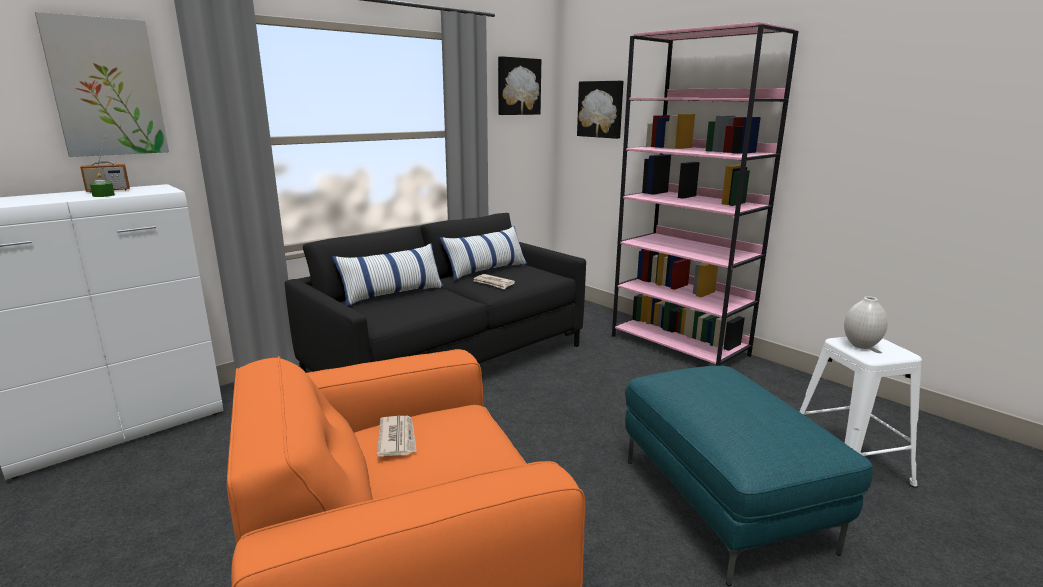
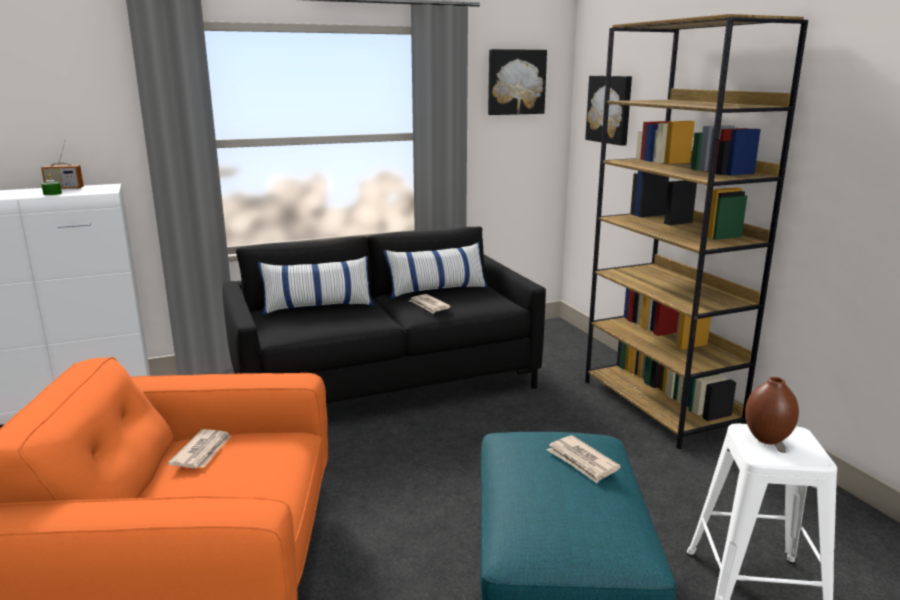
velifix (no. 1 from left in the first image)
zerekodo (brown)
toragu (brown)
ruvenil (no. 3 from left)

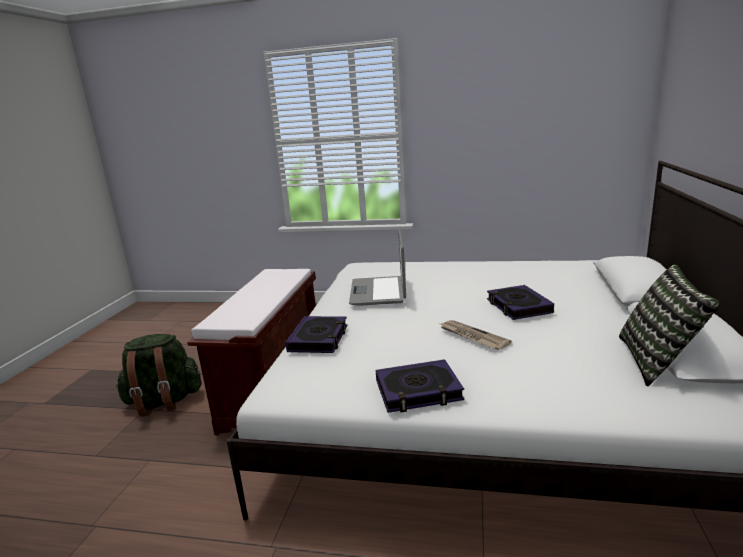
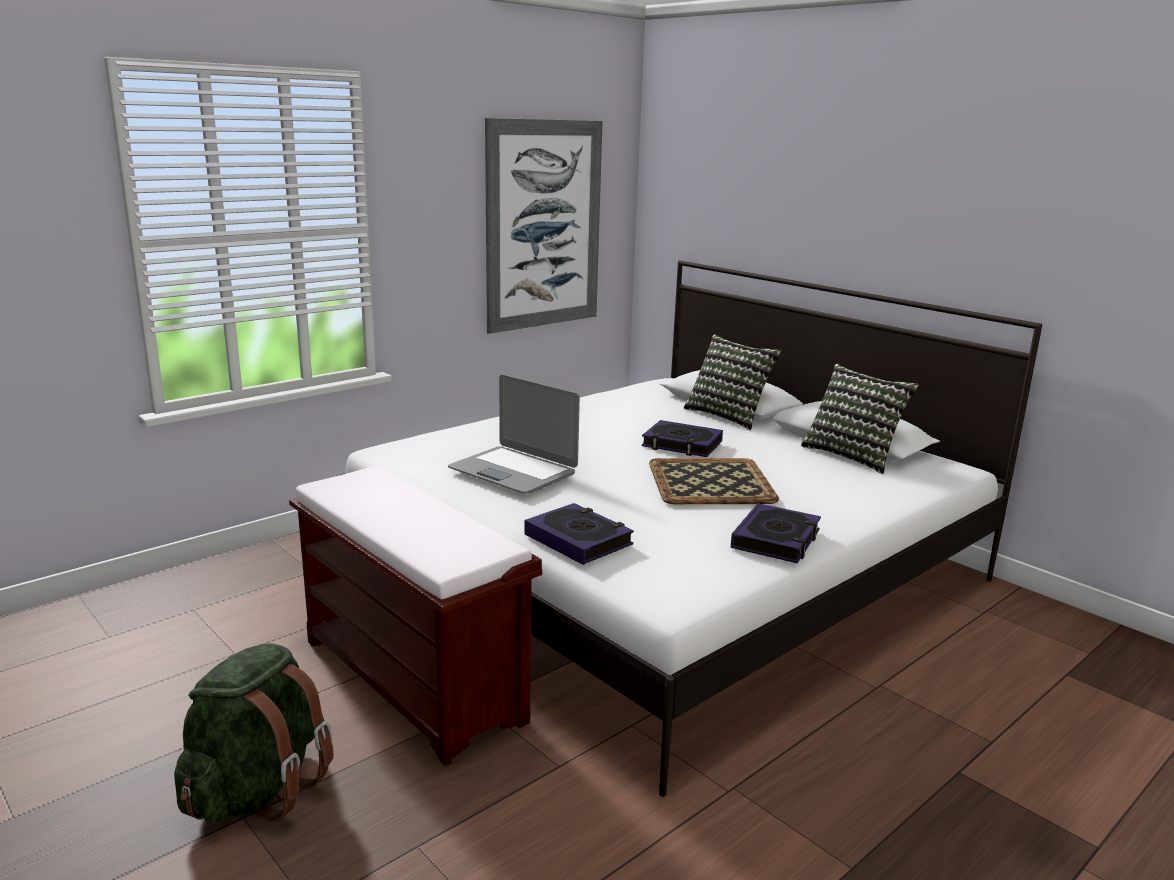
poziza
velifix
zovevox (no. 1 from left)

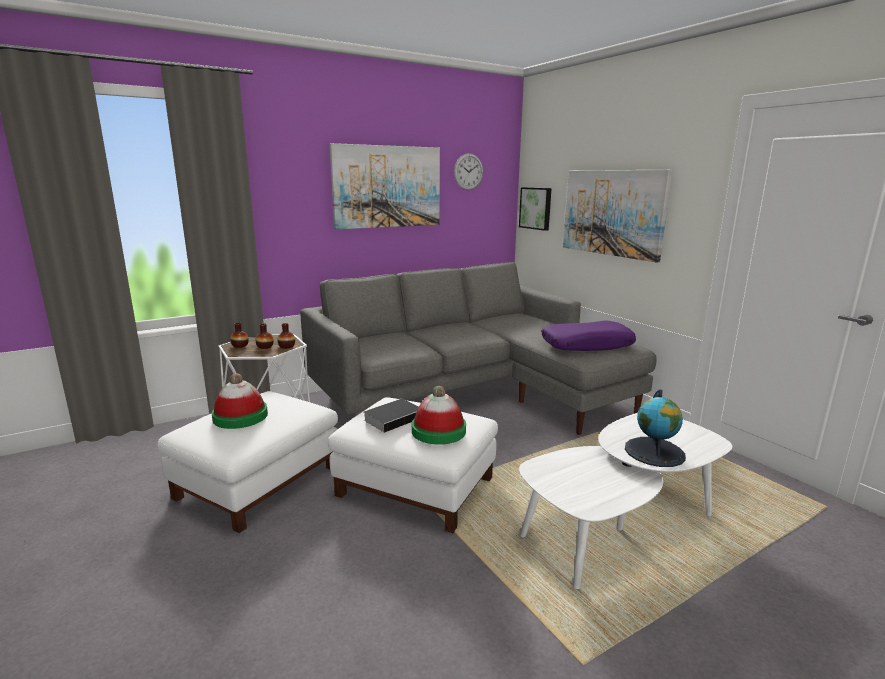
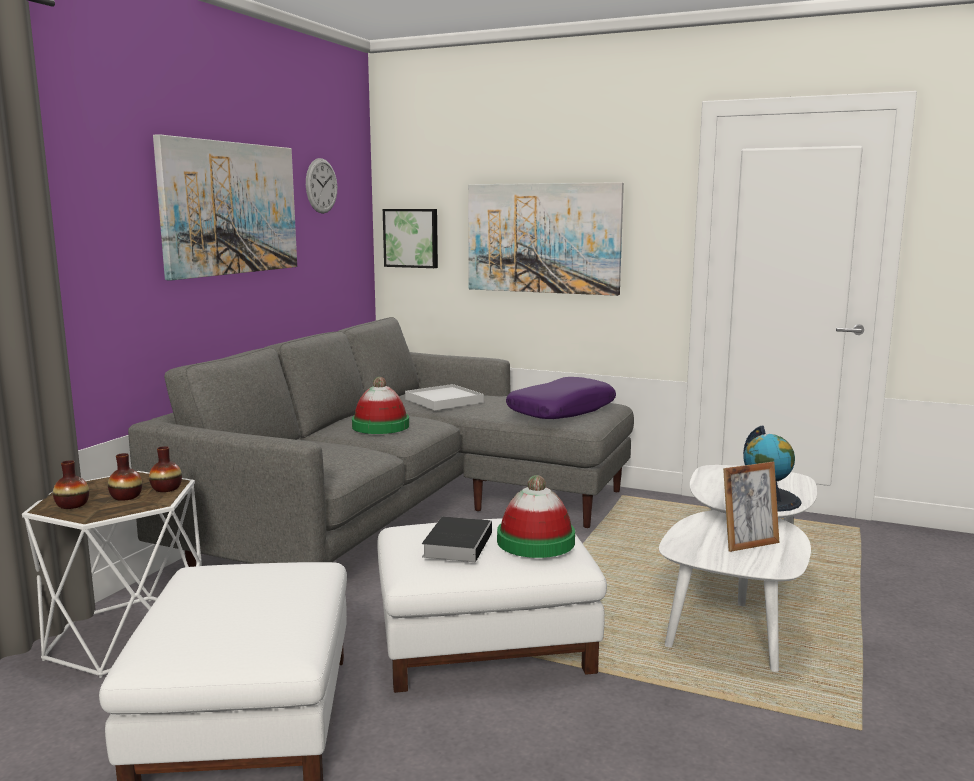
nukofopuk (no. 1 from left)
poziza (white)
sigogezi

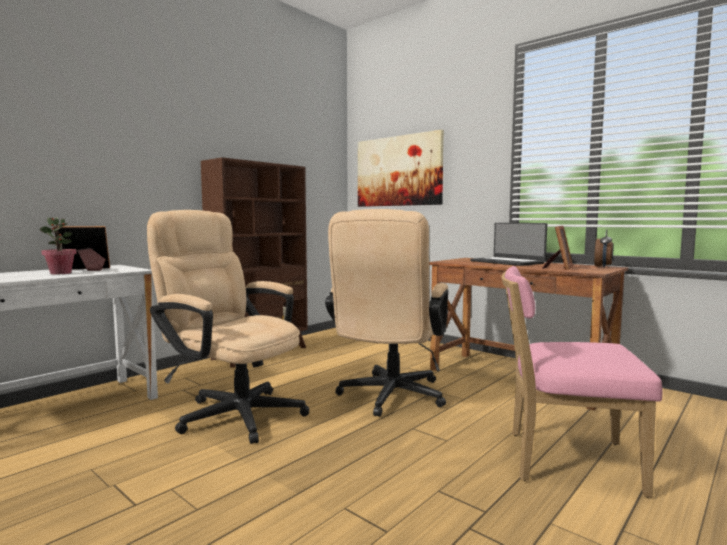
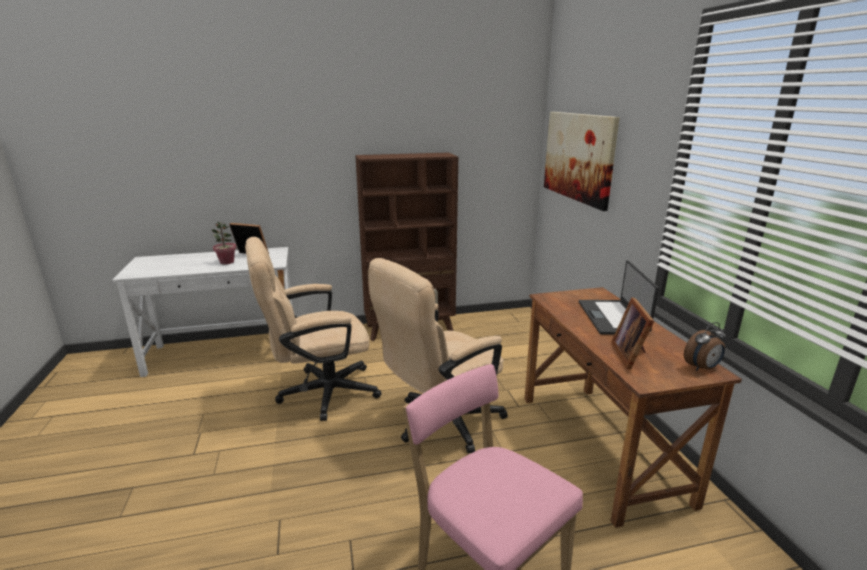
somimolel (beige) (no. 1 from left)
sigogezi (no. 2 from left)

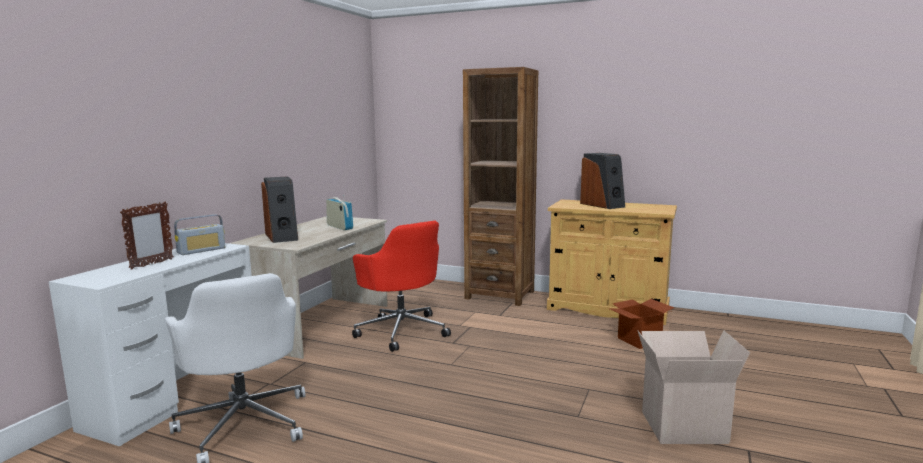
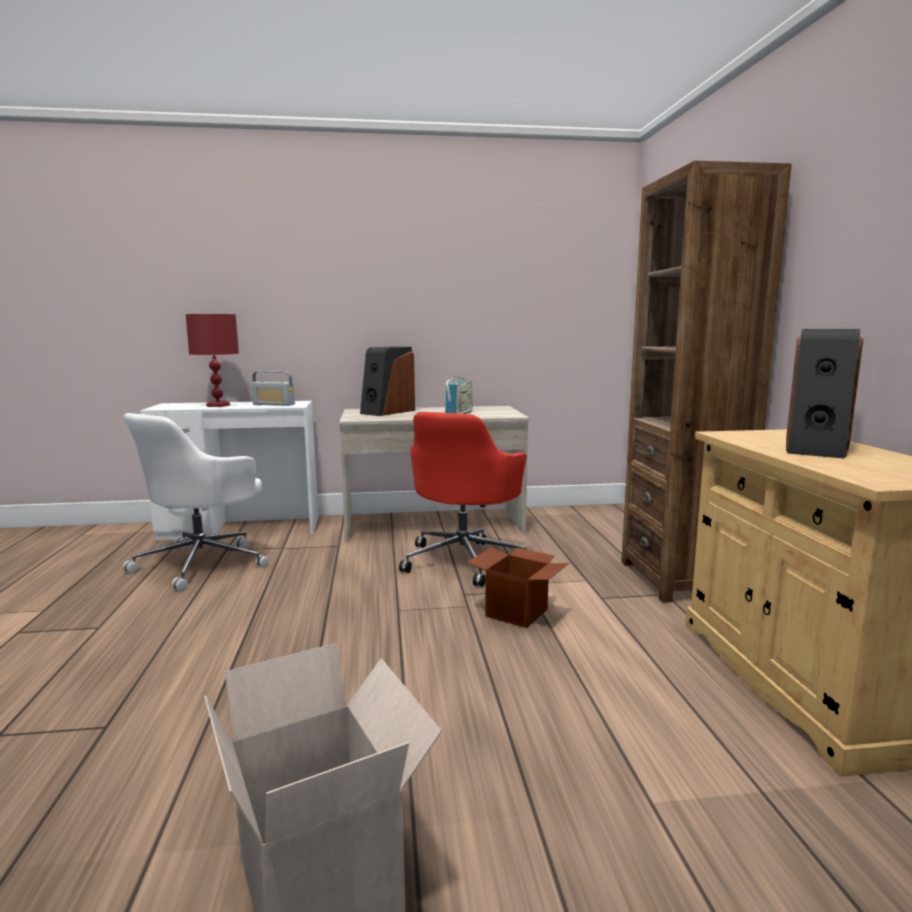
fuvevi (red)
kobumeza (no. 2 from left)

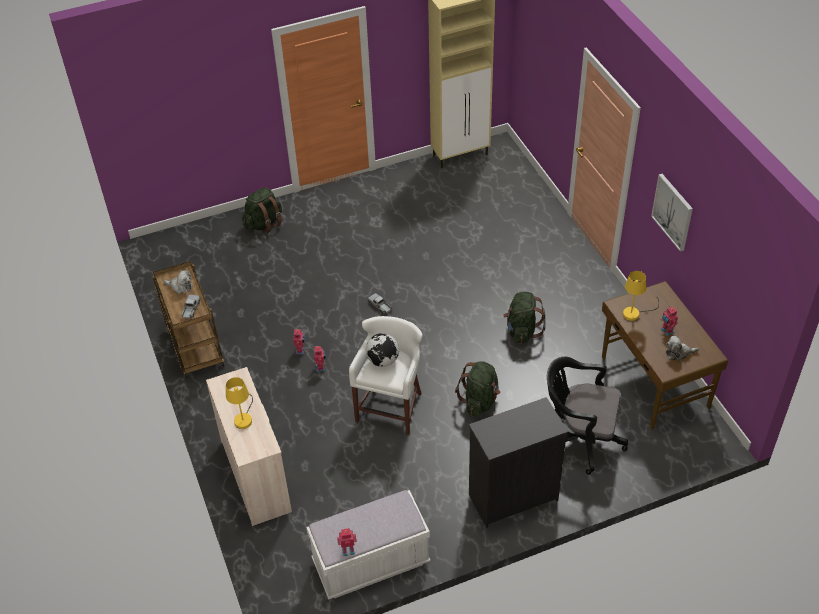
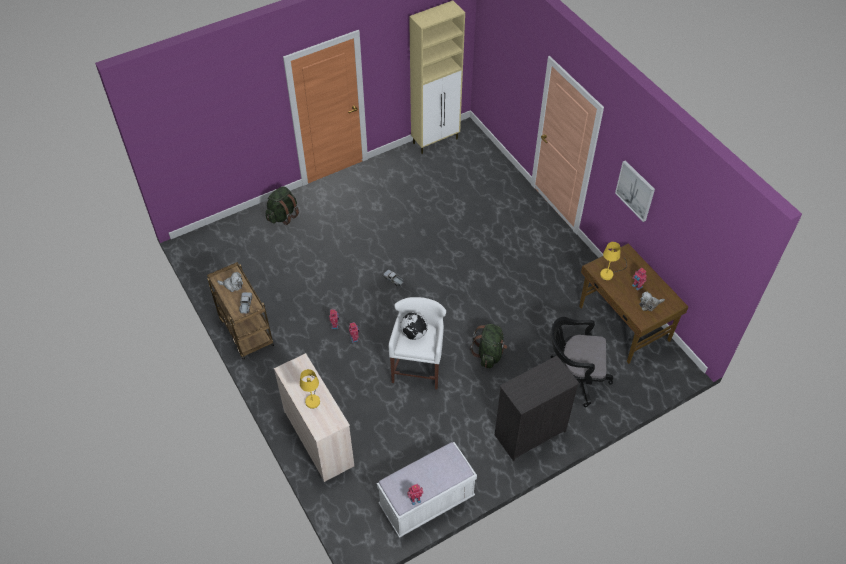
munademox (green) (no. 3 from left in the first image)

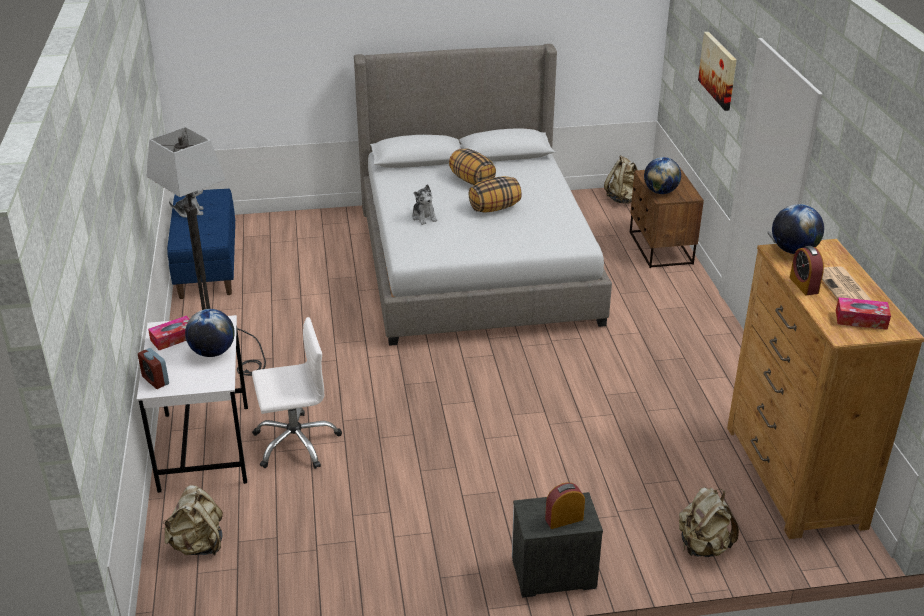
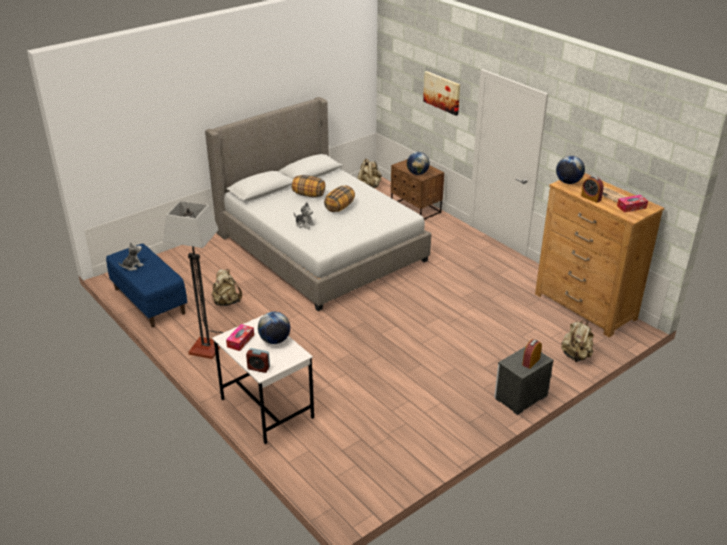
somimolel (white)
munademox (beige) (no. 1 from left)

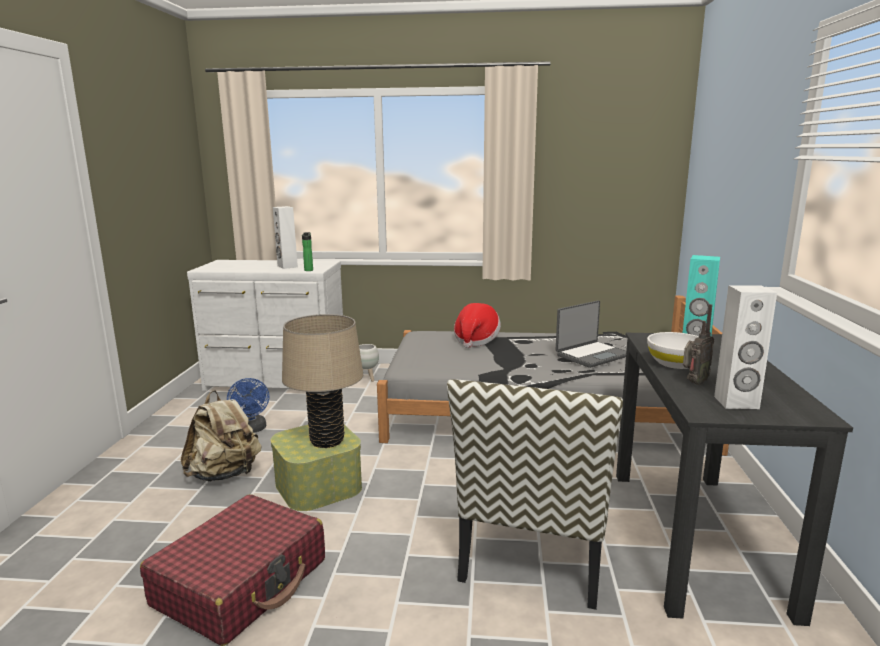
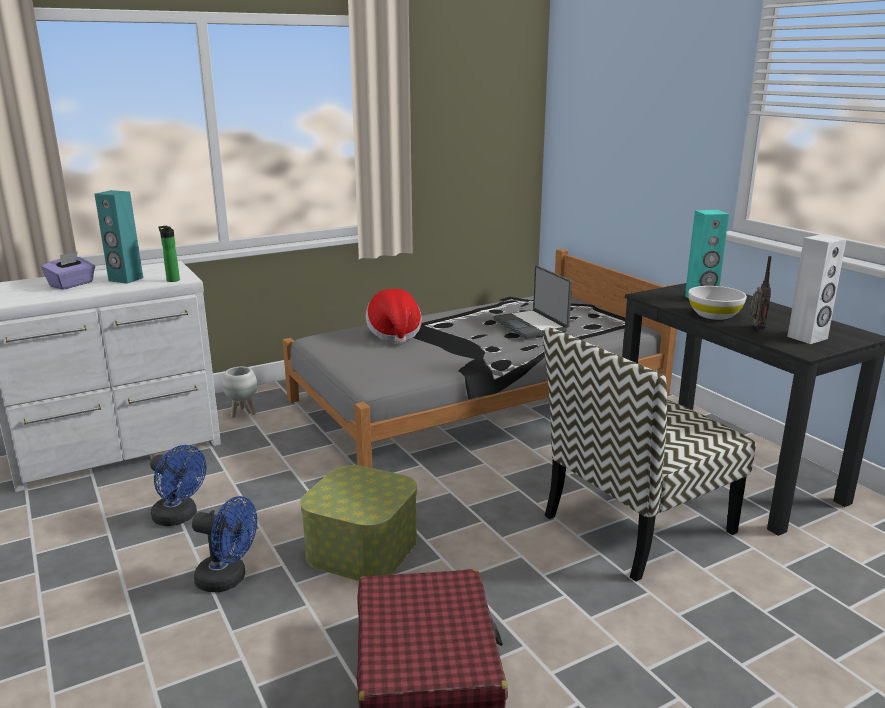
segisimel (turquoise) (no. 1 from left)
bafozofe
fuvevi (beige)
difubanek
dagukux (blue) (no. 2 from left)
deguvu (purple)

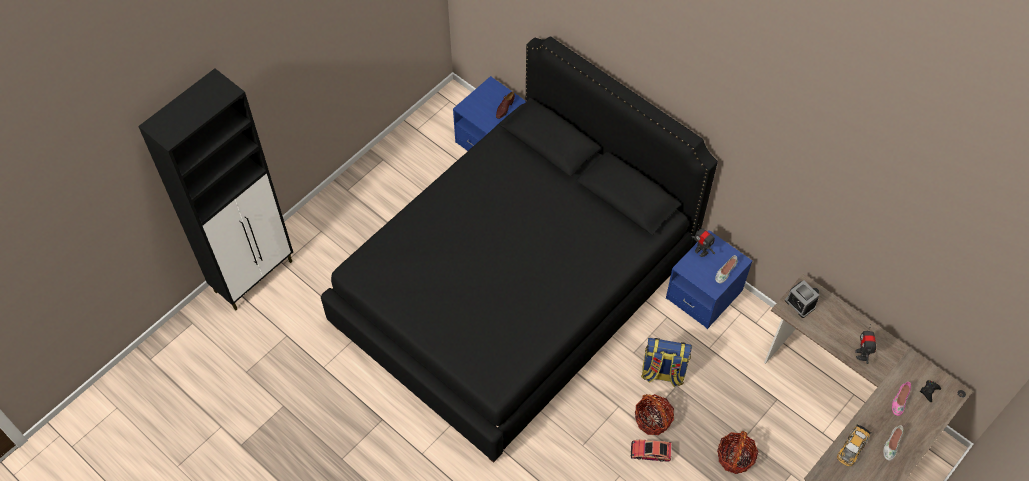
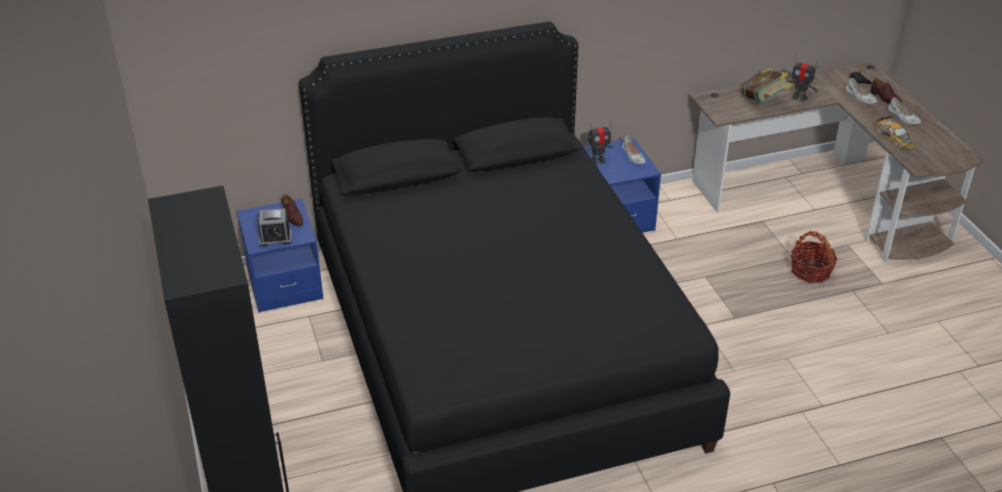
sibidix
munademox
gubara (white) (no. 2 from left)
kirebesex (no. 1 from left in the first image)
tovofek (no. 1 from left in the first image)
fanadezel
gubara (brown) (no. 2 from left)

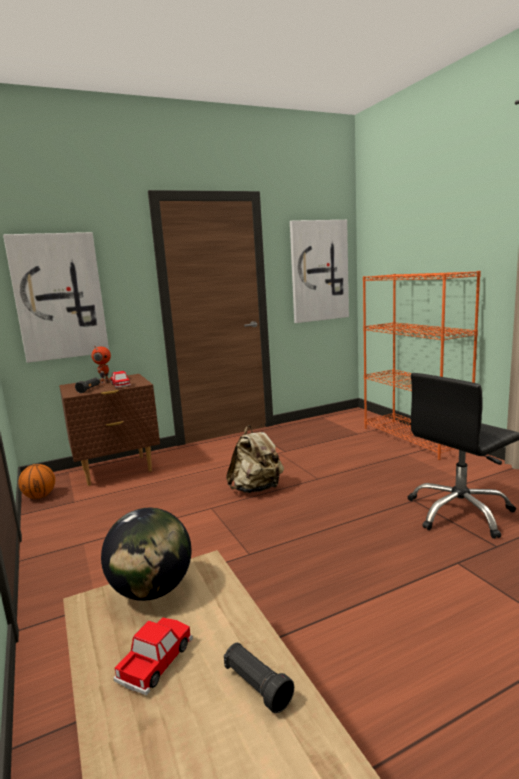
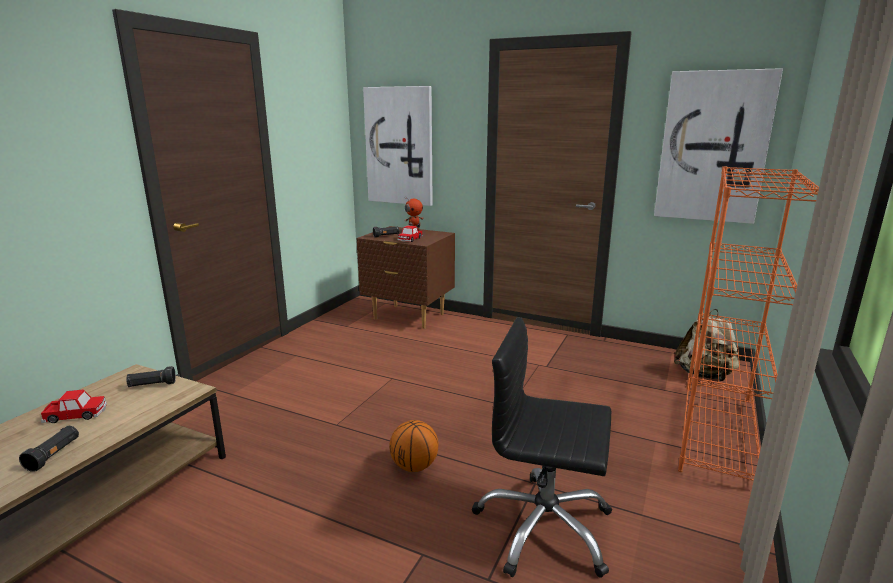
munademox (beige)
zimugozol
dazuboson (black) (no. 2 from left)

